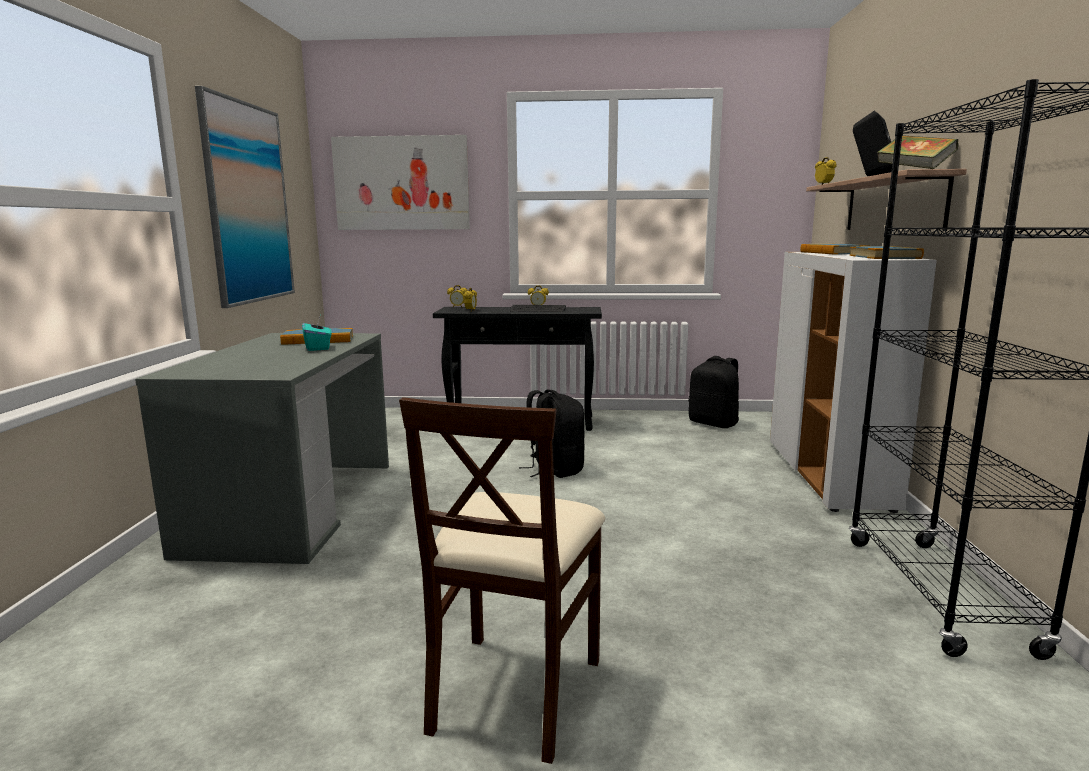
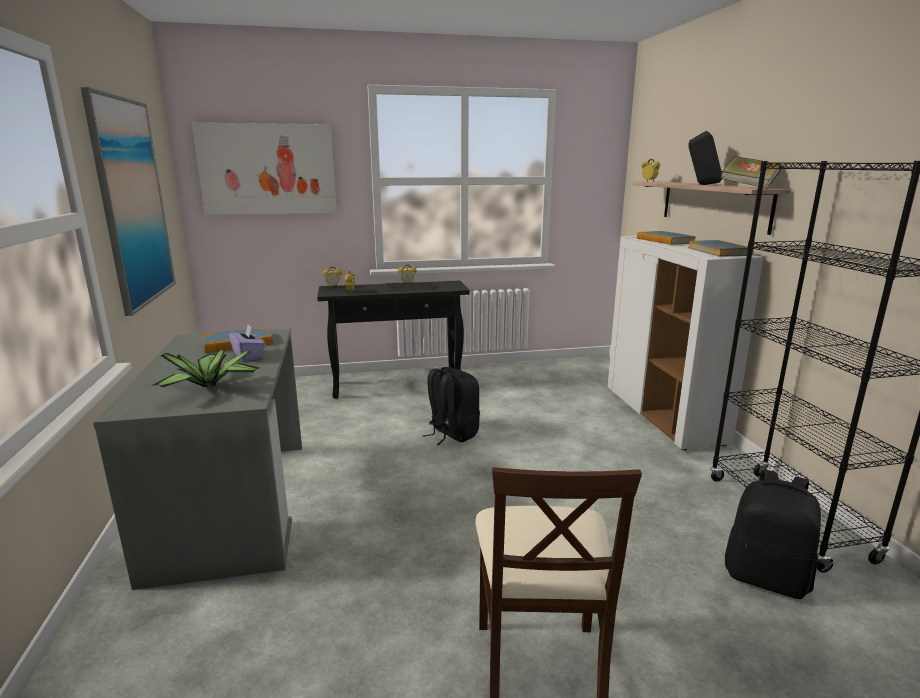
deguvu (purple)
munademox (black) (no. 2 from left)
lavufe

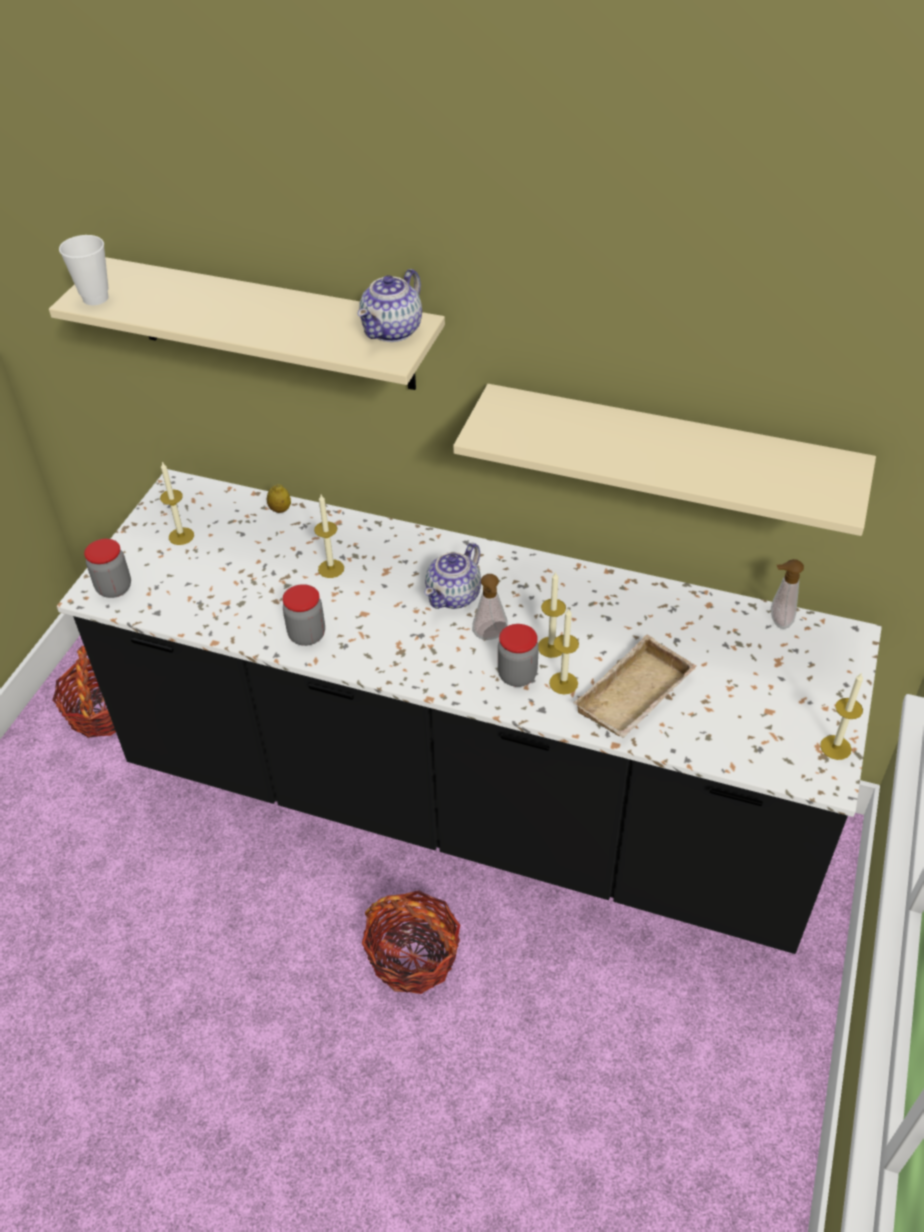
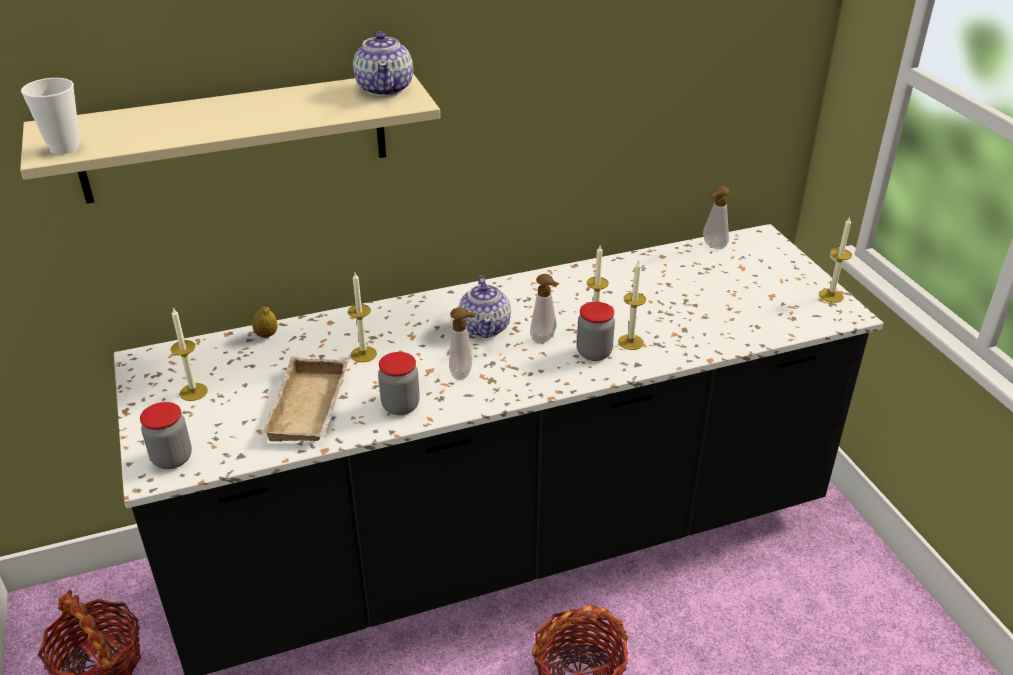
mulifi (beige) (no. 2 from left in the first image)
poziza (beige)
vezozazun (no. 1 from left)

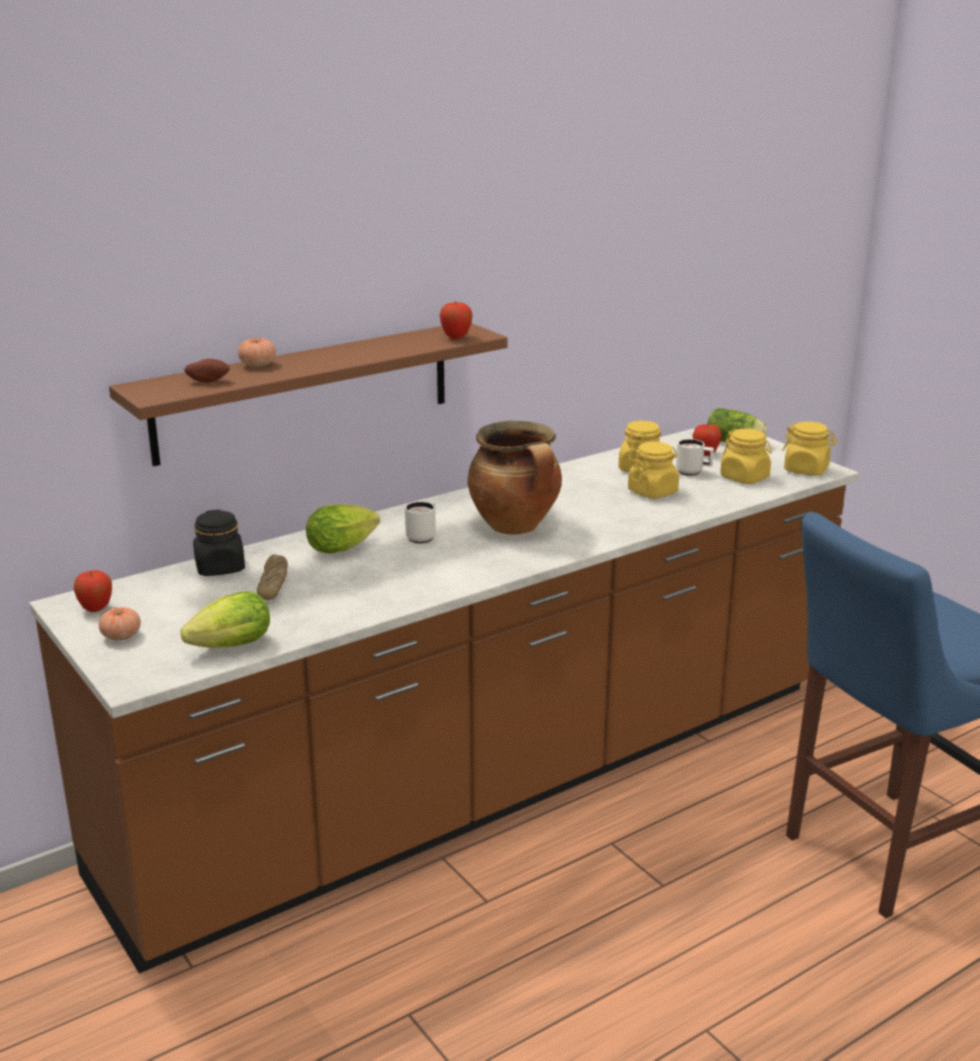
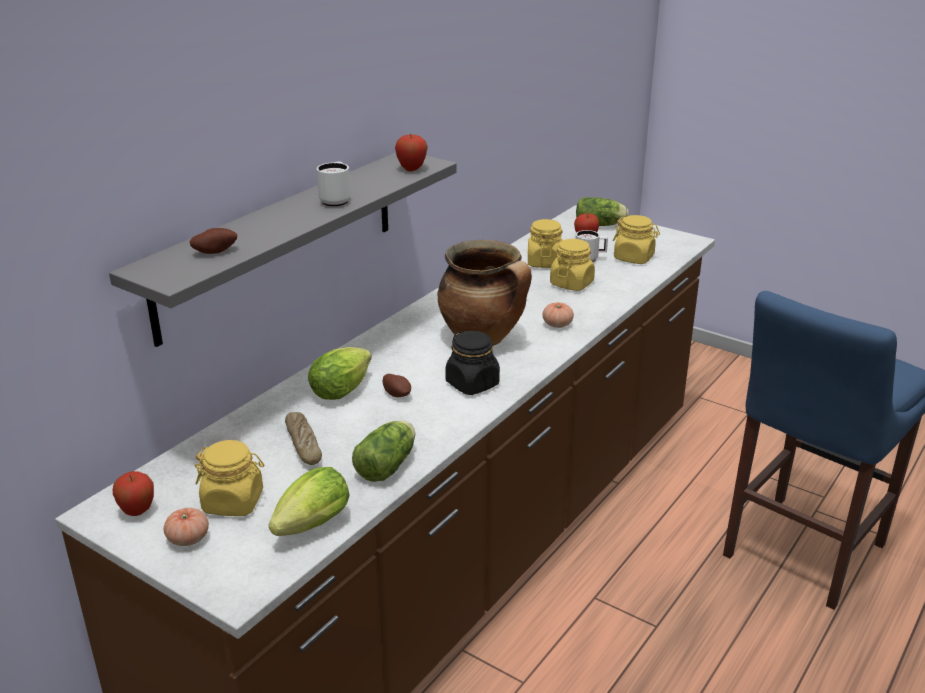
mulifi (grey)
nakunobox (no. 2 from left)
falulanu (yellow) (no. 1 from left)
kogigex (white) (no. 1 from left)
falulanu (black)
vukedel (no. 2 from left)
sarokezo (no. 3 from left)

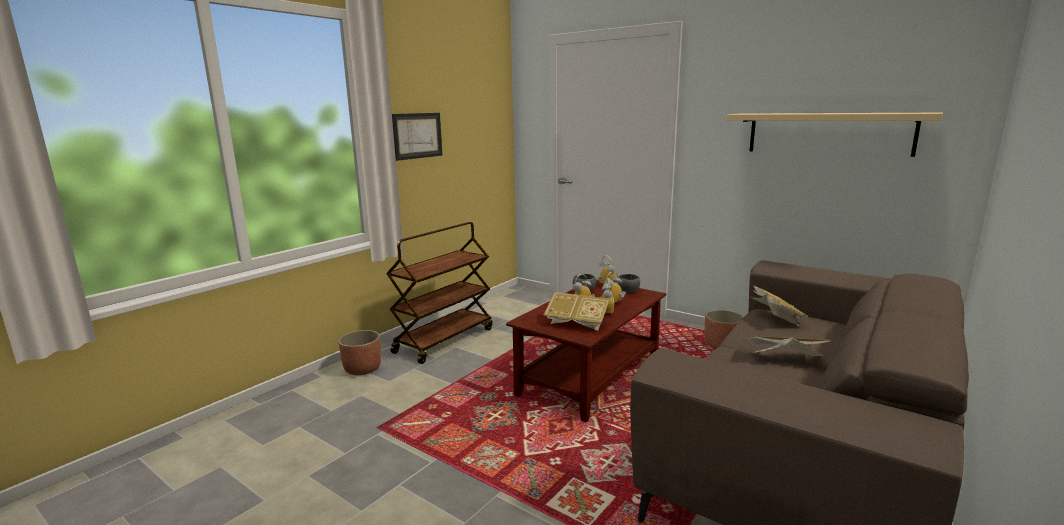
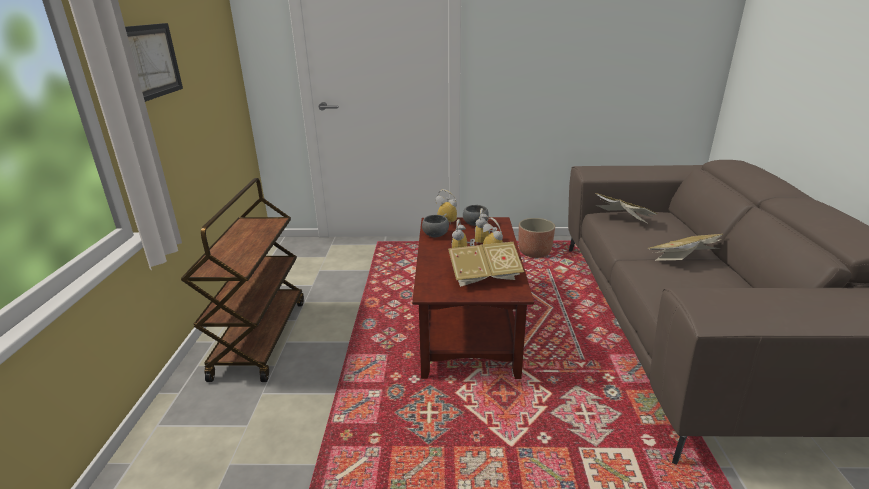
mulifi (beige)
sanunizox (no. 1 from left in the first image)

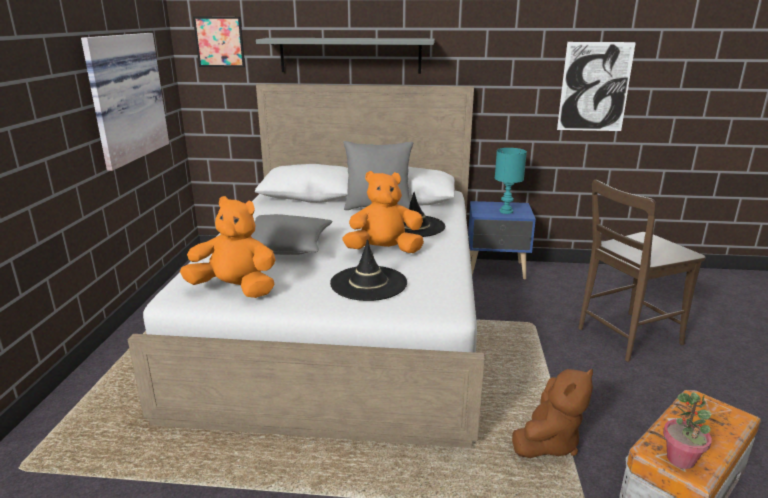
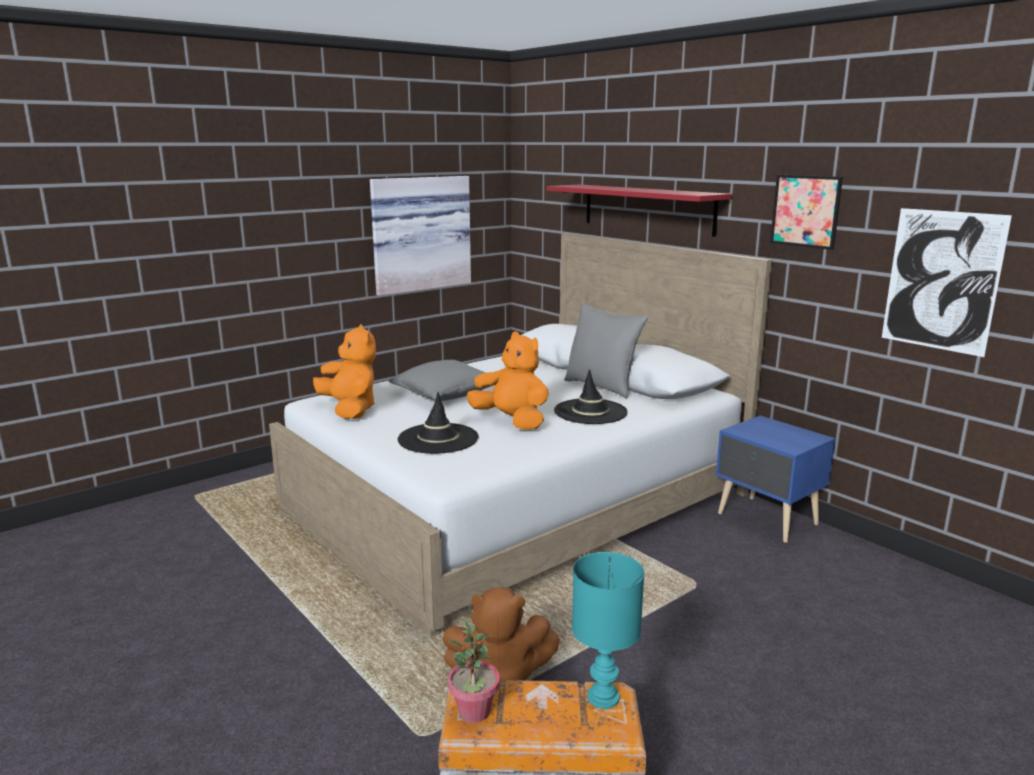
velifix (no. 2 from left)
mulifi (red)
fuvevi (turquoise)
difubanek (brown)

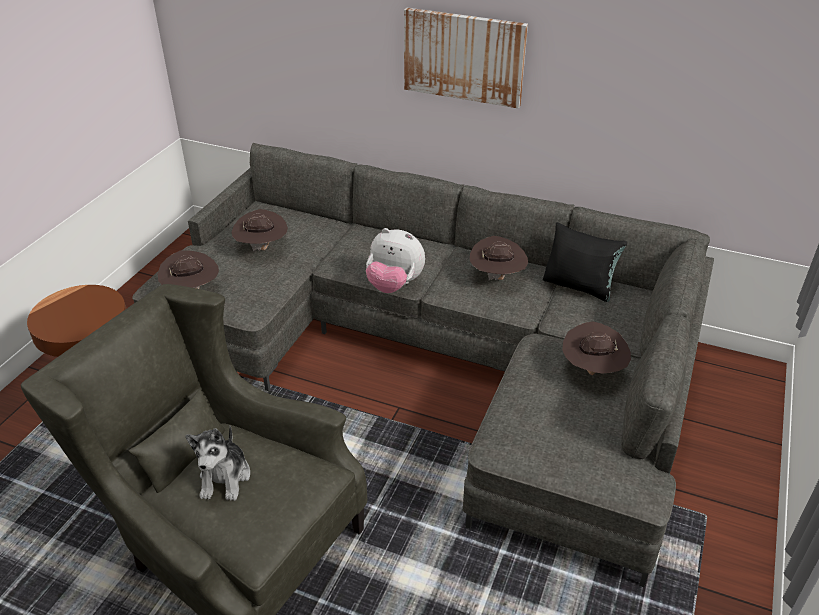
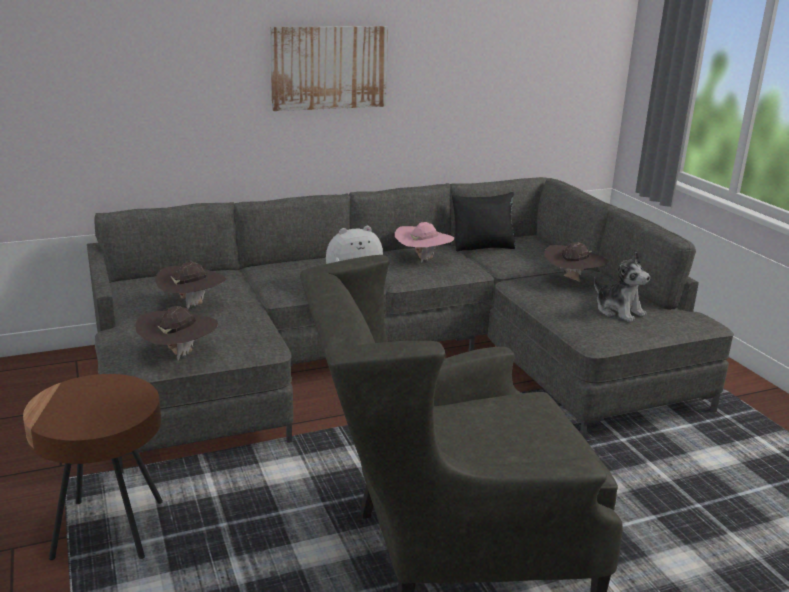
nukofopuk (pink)
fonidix (no. 2 from left)

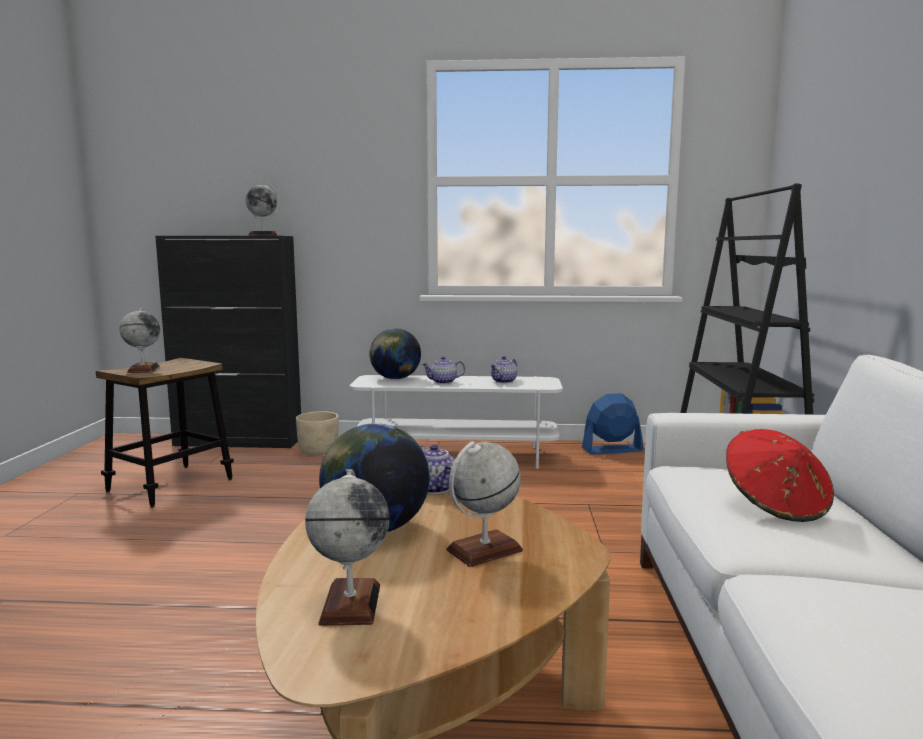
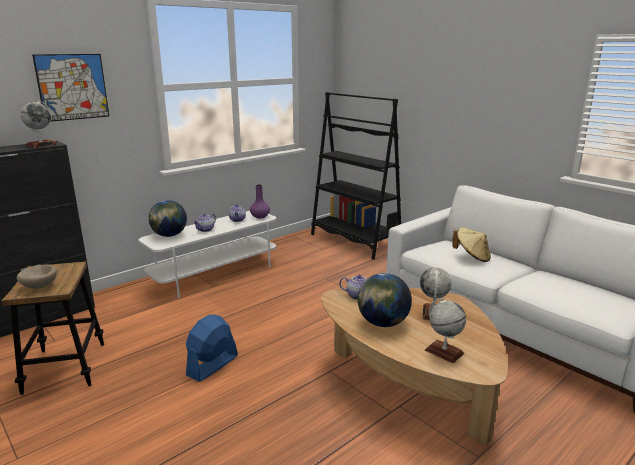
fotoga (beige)
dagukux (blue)
sanunizox (beige)
nukofopuk (beige)
velifix
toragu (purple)

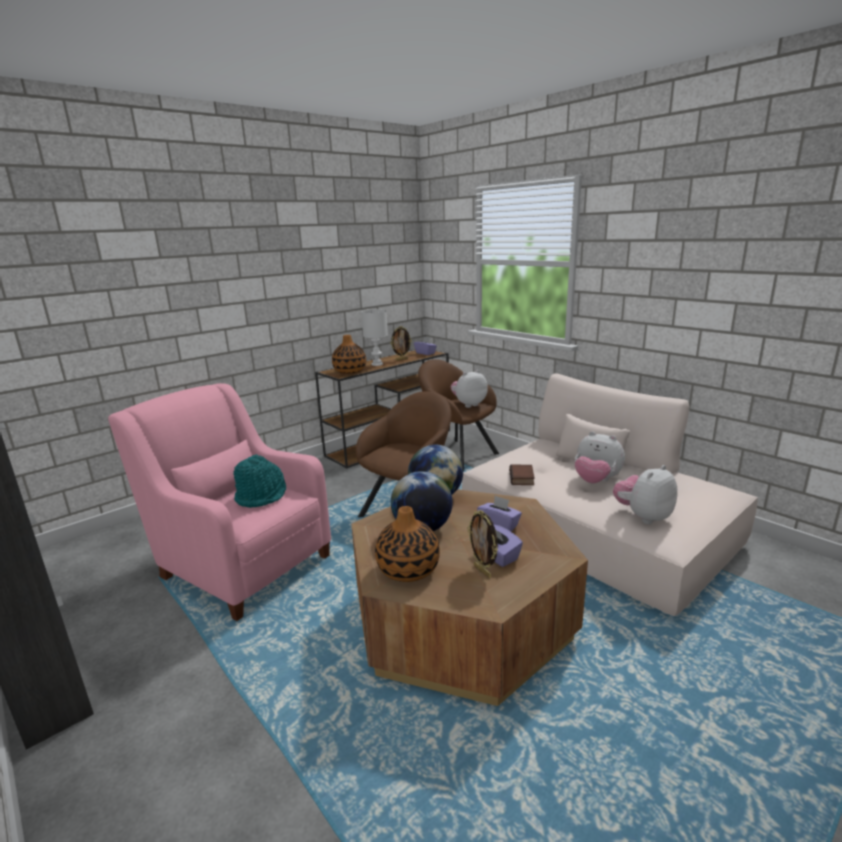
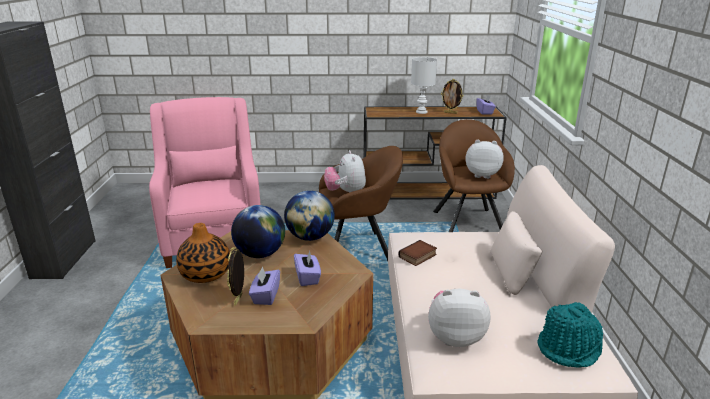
toragu (no. 1 from left in the first image)
fonidix (no. 1 from left)
nukofopuk (turquoise)

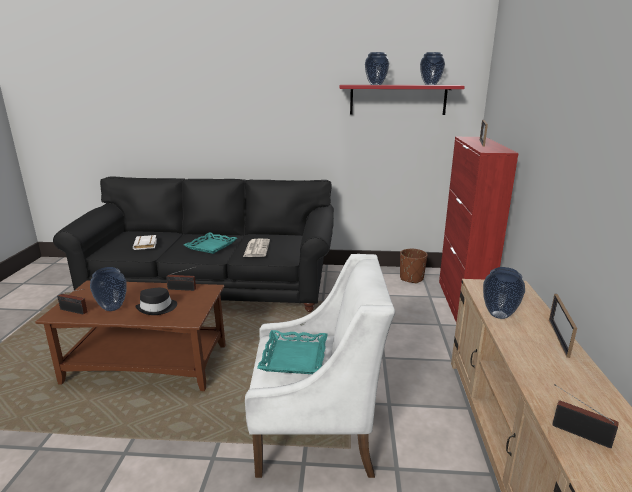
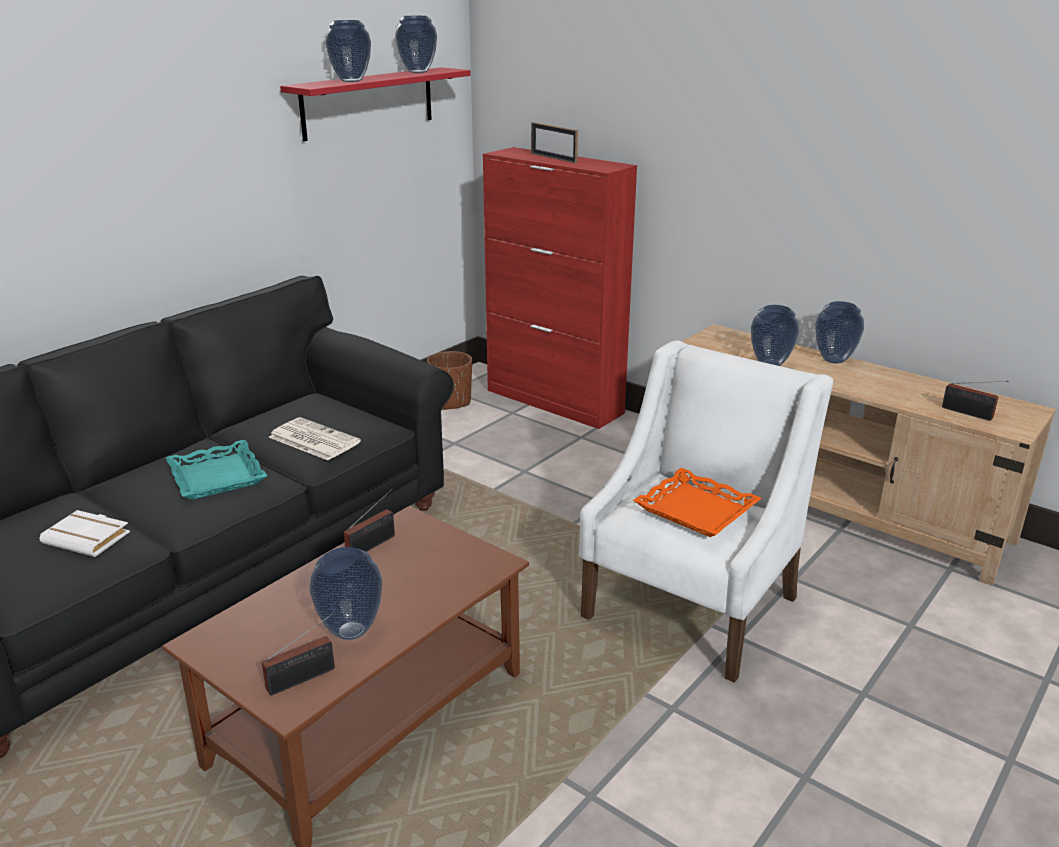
nukofopuk (black)
toragu (no. 5 from left)
poziza (orange)
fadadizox (no. 3 from left)

